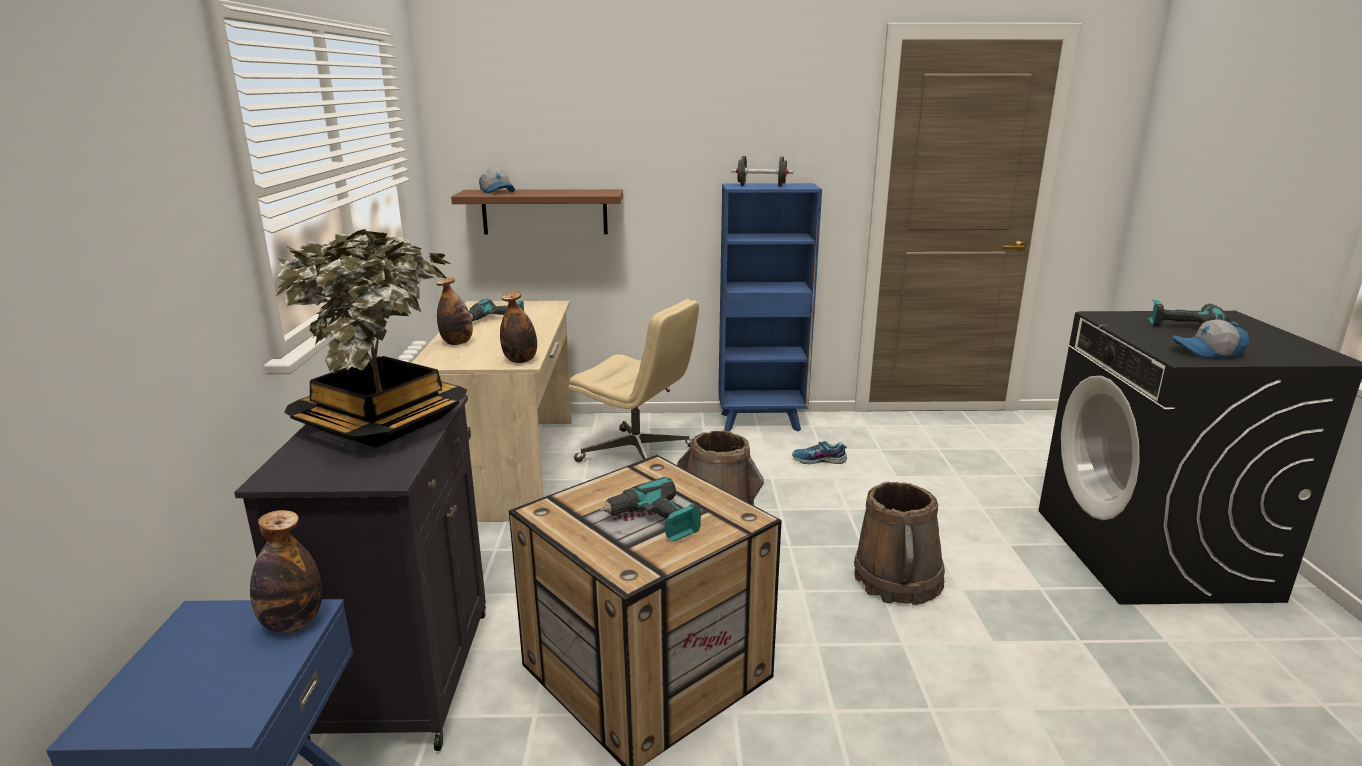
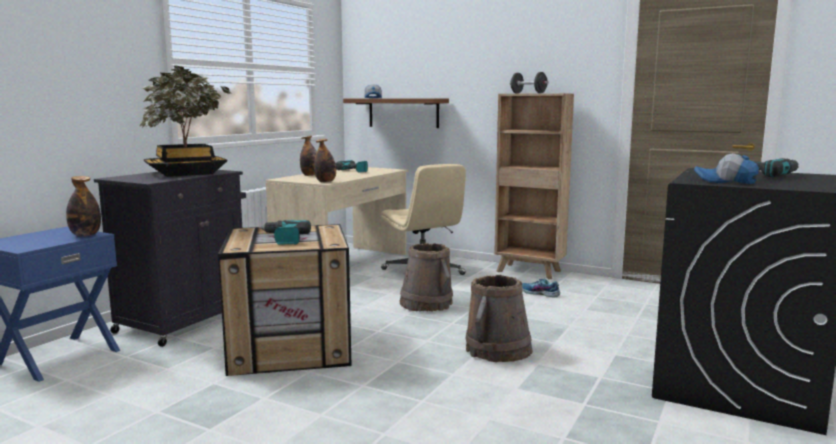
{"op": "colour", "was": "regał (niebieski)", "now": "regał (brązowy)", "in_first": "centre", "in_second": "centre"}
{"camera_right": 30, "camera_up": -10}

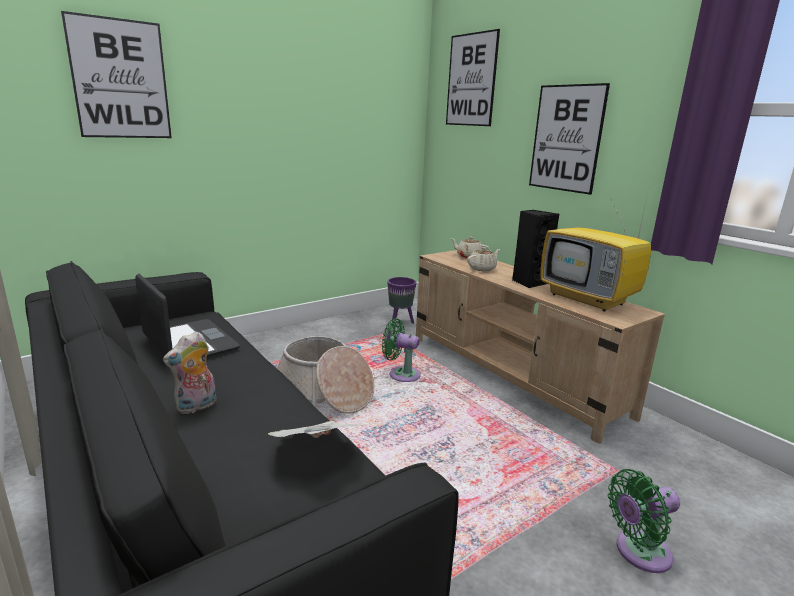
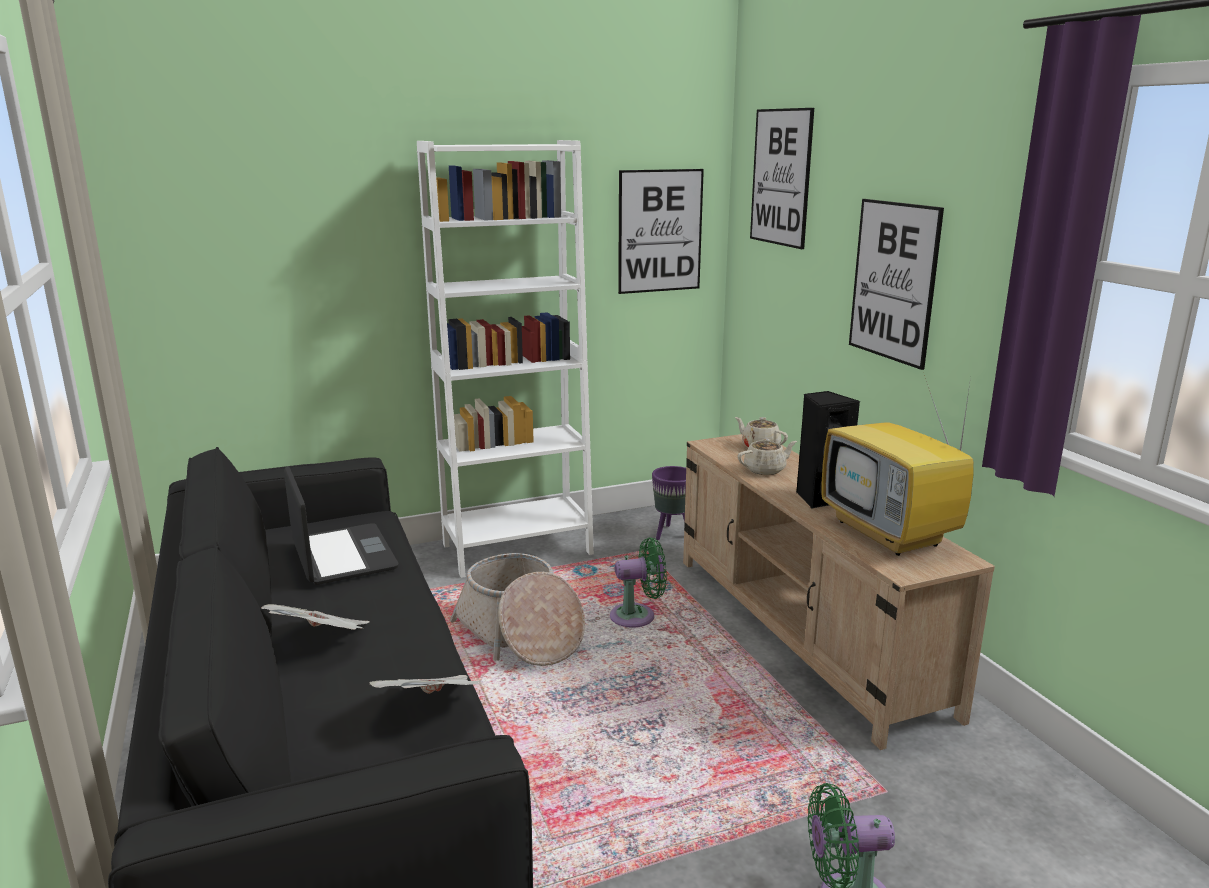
{"op": "relocated", "was": "obraz (no. 1 from left)", "in_first": "top left", "in_second": "top centre"}
{"op": "exchanged", "was": "pluszak", "now": "gazeta (no. 1 from left)", "in_first": "middle left", "in_second": "bottom left"}
{"op": "spun", "was": "wentylator (zielony) (no. 1 from left)", "in_first": "centre", "in_second": "centre", "clockwise": 135}
{"op": "appeared", "now": "regał (biały)", "in_second": "centre"}
{"camera_right": 15, "camera_up": 0}

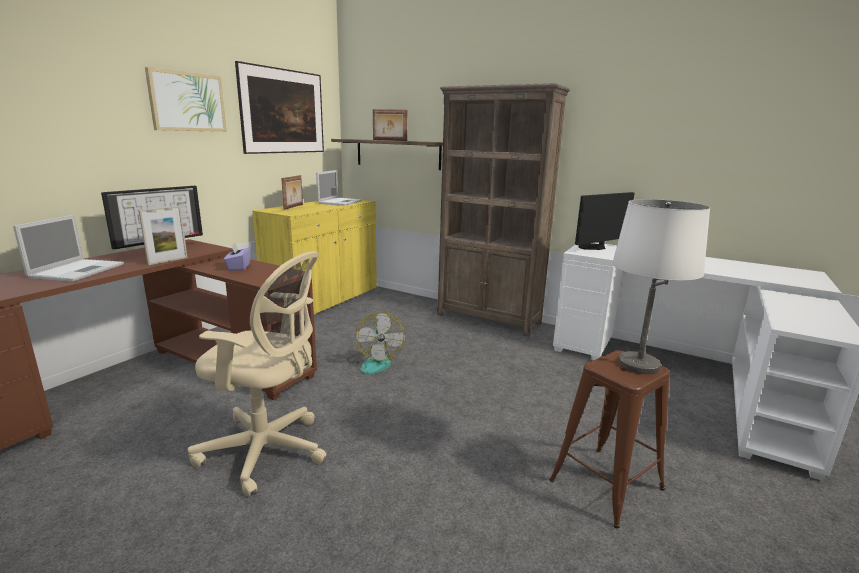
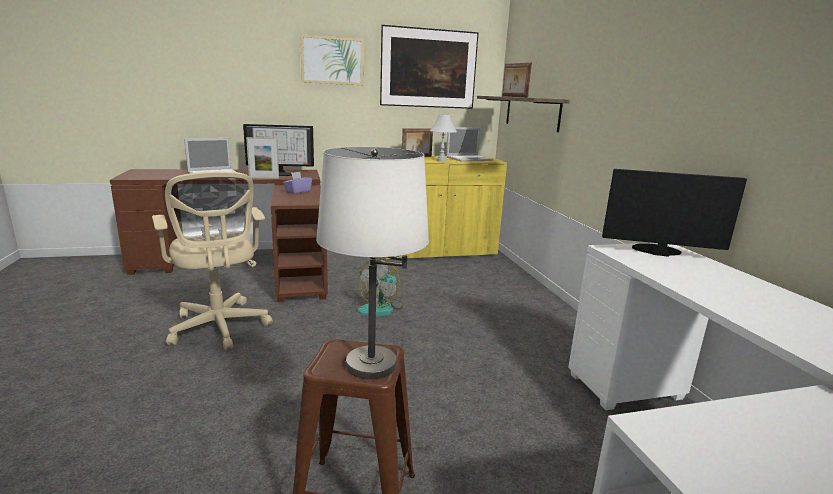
{"op": "missing", "was": "regał (brązowy)", "in_first": "centre"}
{"op": "appeared", "now": "lampa stołowa (biały) (no. 2 from left)", "in_second": "top centre"}
{"camera_right": 45, "camera_up": 0}

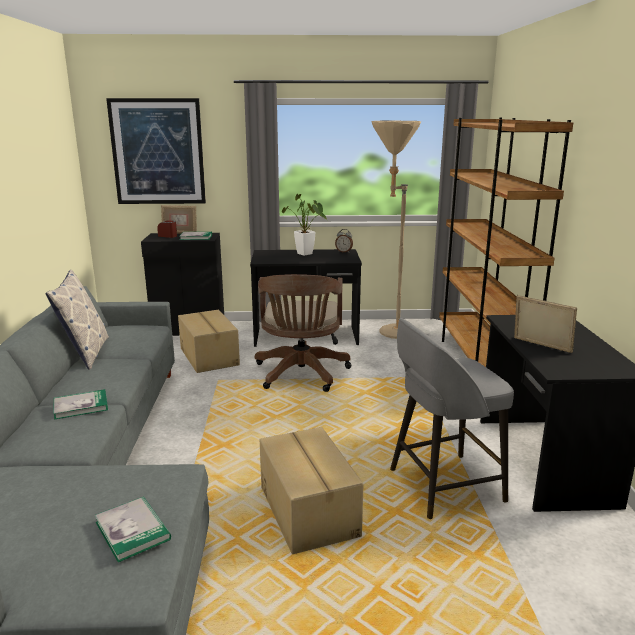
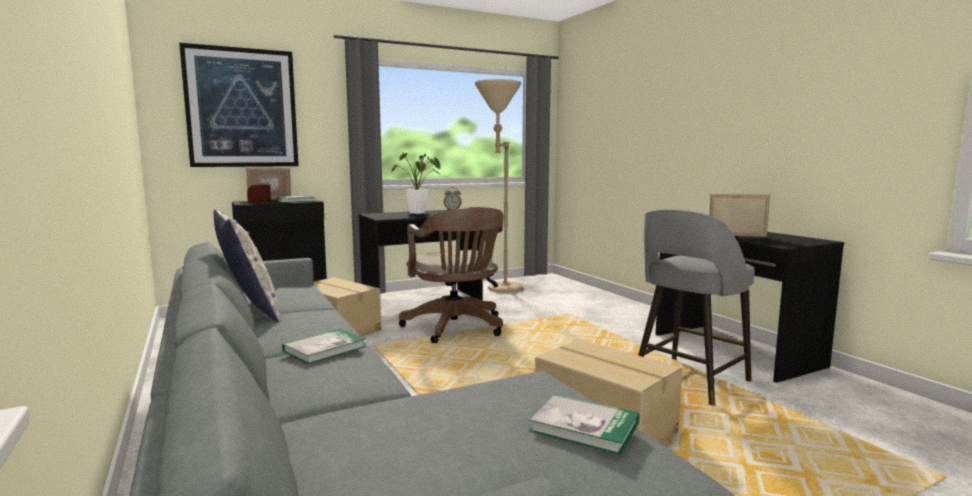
{"op": "missing", "was": "regał (brązowy)", "in_first": "middle right"}
{"camera_right": -25, "camera_up": -10}

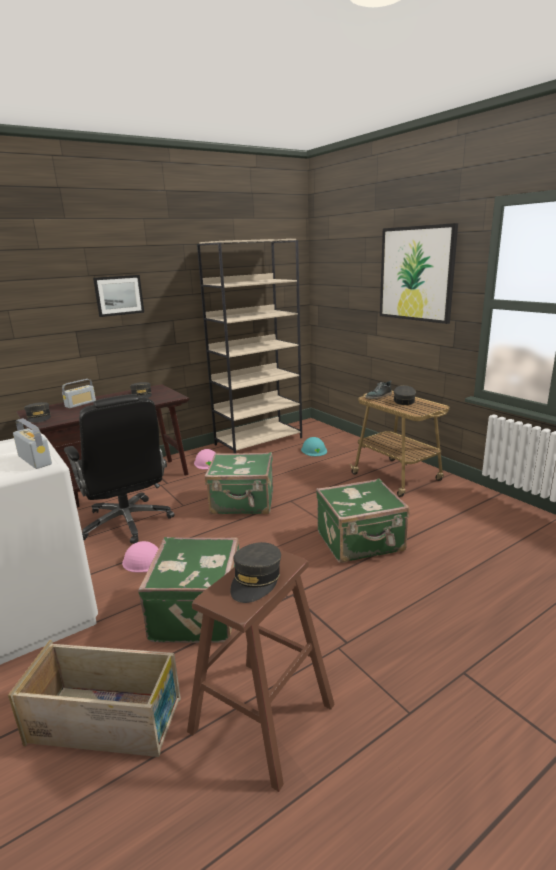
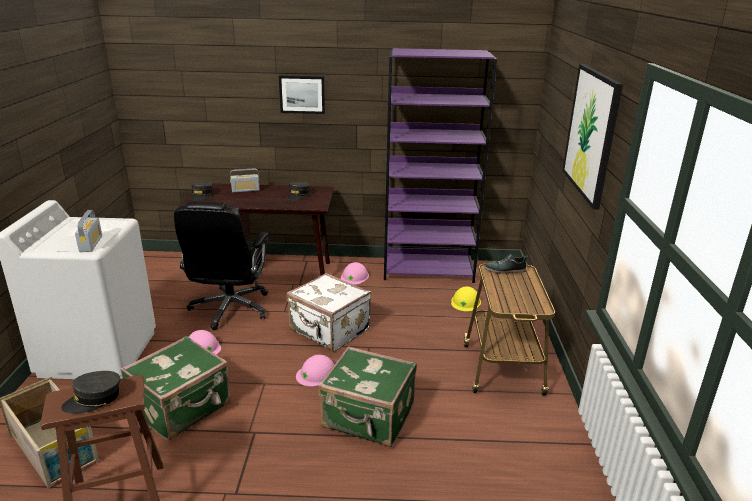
{"op": "colour", "was": "regał (beżowy)", "now": "regał (fioletowy)", "in_first": "centre", "in_second": "top centre"}
{"op": "colour", "was": "walizka (zielony) (no. 2 from left)", "now": "walizka (biały)", "in_first": "centre", "in_second": "centre"}
{"op": "colour", "was": "kask (turkusowy)", "now": "kask (żółty)", "in_first": "centre", "in_second": "centre"}
{"op": "missing", "was": "czapka z daszkiem (szary) (no. 4 from left)", "in_first": "middle right"}
{"op": "appeared", "now": "kask (różowy) (no. 2 from left)", "in_second": "bottom centre"}
{"camera_right": 35, "camera_up": 5}

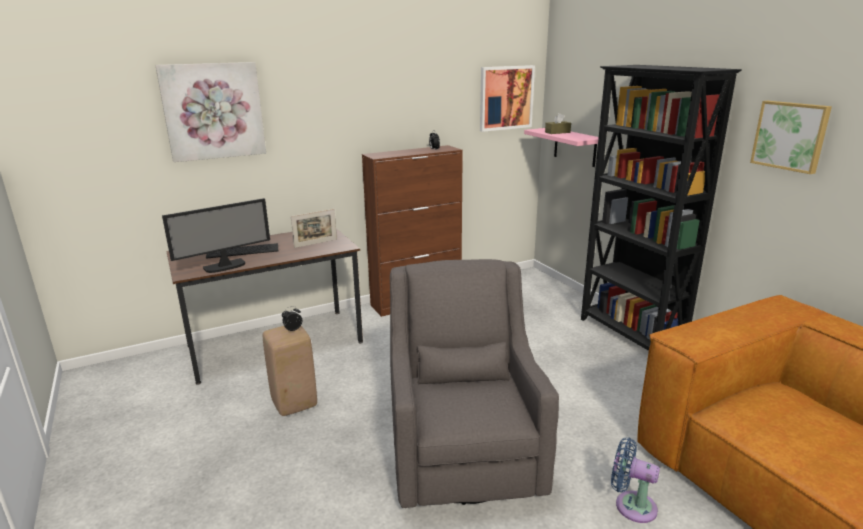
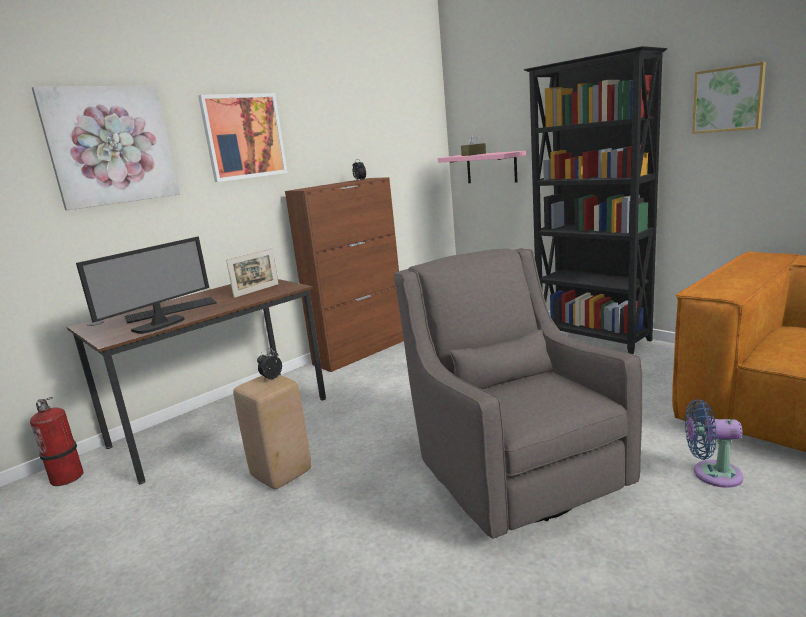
{"op": "relocated", "was": "obraz (no. 2 from left)", "in_first": "top centre", "in_second": "top left"}
{"op": "appeared", "now": "gaśnica", "in_second": "bottom left"}
{"camera_right": -15, "camera_up": -5}

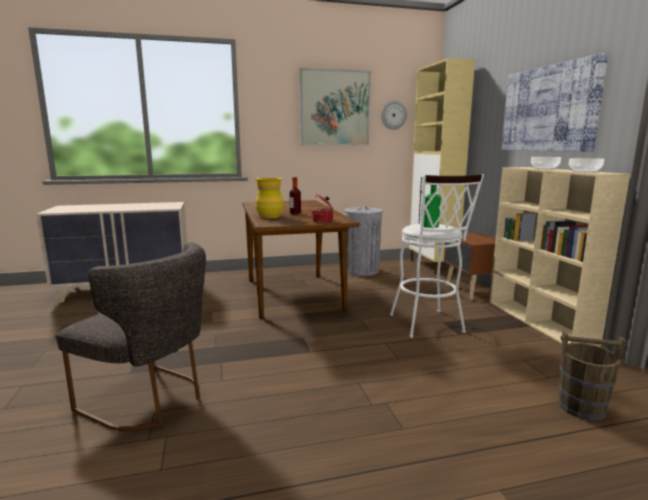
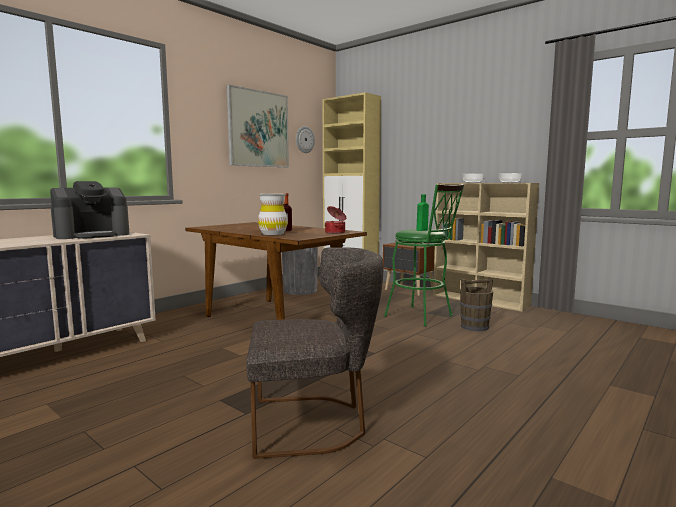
{"op": "colour", "was": "wazon (żółty)", "now": "wazon (biały)", "in_first": "centre", "in_second": "centre"}
{"op": "colour", "was": "stołek (biały)", "now": "stołek (zielony)", "in_first": "middle right", "in_second": "centre"}
{"op": "missing", "was": "obraz (no. 2 from left)", "in_first": "top right"}
{"op": "relocated", "was": "wiadro (brązowy)", "in_first": "bottom right", "in_second": "middle right"}
{"op": "appeared", "now": "ekspres do kawy", "in_second": "middle left"}
{"camera_right": -35, "camera_up": -5}

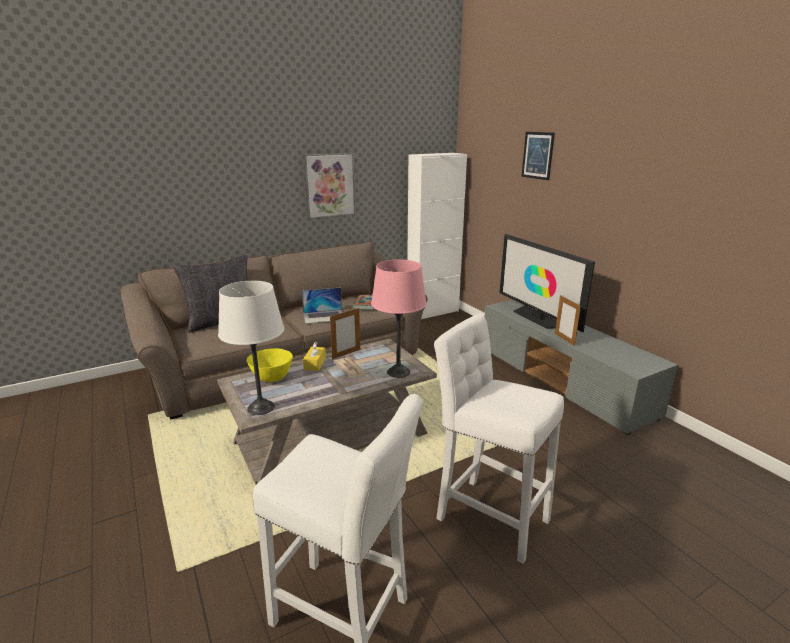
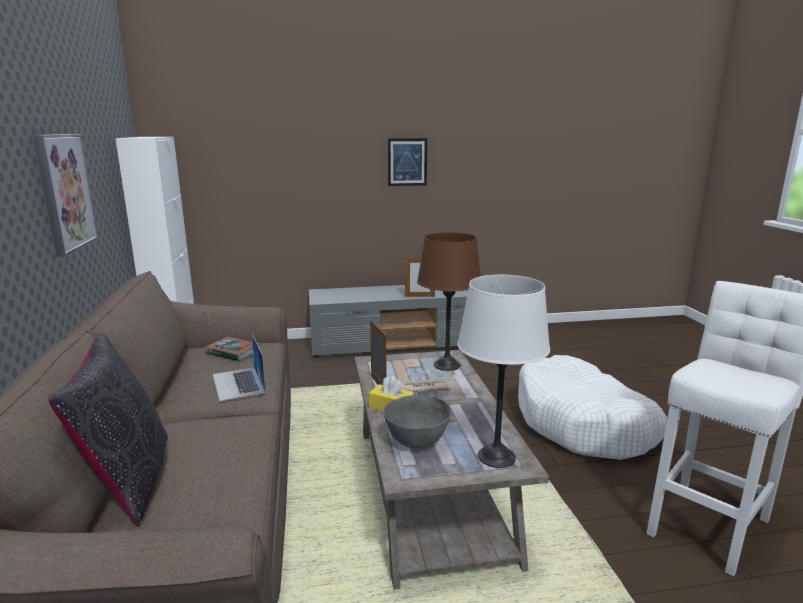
{"op": "colour", "was": "miska (żółty)", "now": "miska (szary)", "in_first": "centre", "in_second": "bottom centre"}
{"op": "spun", "was": "laptop", "in_first": "centre", "in_second": "middle left", "clockwise": 150}
{"op": "colour", "was": "lampa stołowa (różowy)", "now": "lampa stołowa (brązowy)", "in_first": "centre", "in_second": "centre"}
{"op": "exchanged", "was": "stołek (biały) (no. 2 from left)", "now": "legowisko (biały)", "in_first": "bottom centre", "in_second": "bottom right"}
{"op": "missing", "was": "telewizor", "in_first": "middle right"}
{"op": "relocated", "was": "obraz (no. 2 from left)", "in_first": "top right", "in_second": "top centre"}
{"camera_right": -70, "camera_up": -5}

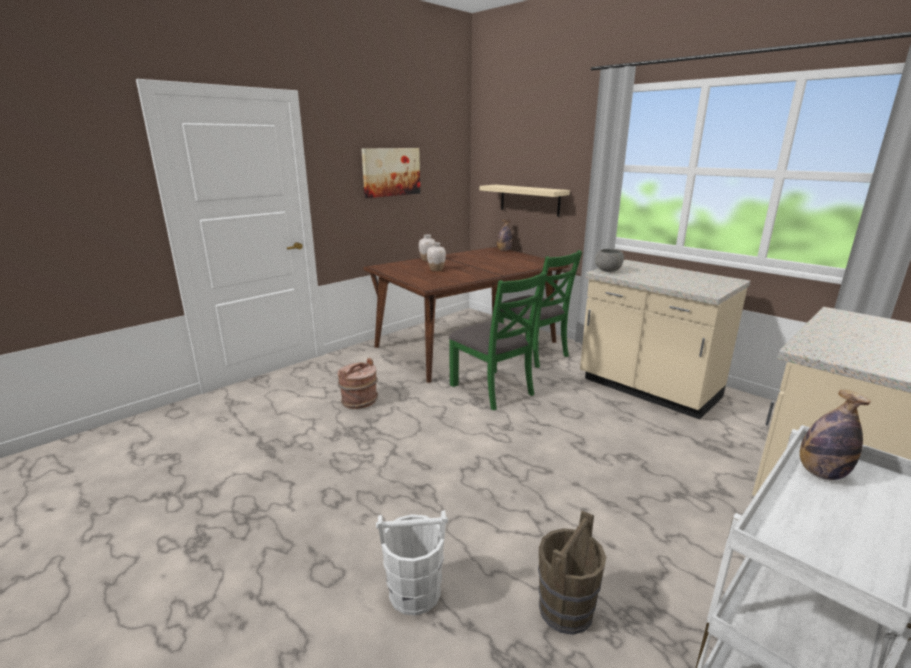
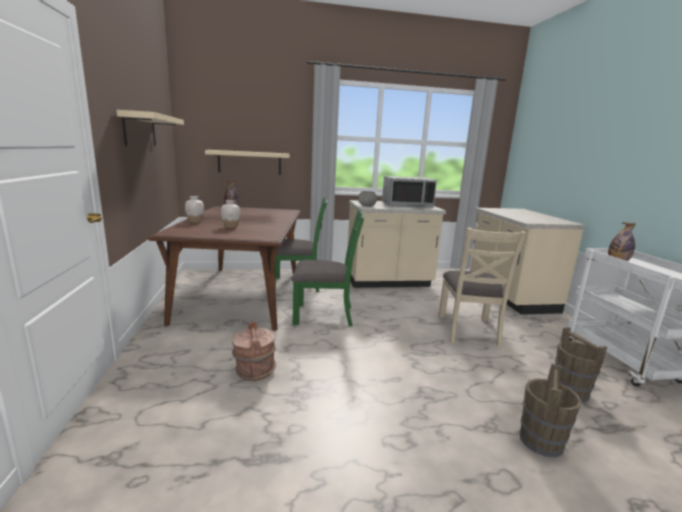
{"op": "exchanged", "was": "obraz", "now": "półka (beżowy) (no. 1 from left)", "in_first": "top centre", "in_second": "top left"}
{"op": "colour", "was": "wiadro (biały)", "now": "wiadro (brązowy) (no. 2 from left)", "in_first": "bottom centre", "in_second": "bottom right"}
{"op": "appeared", "now": "mikrofalówka (szary)", "in_second": "centre"}
{"op": "appeared", "now": "krzesło (beżowy)", "in_second": "middle right"}
{"camera_right": -55, "camera_up": -5}

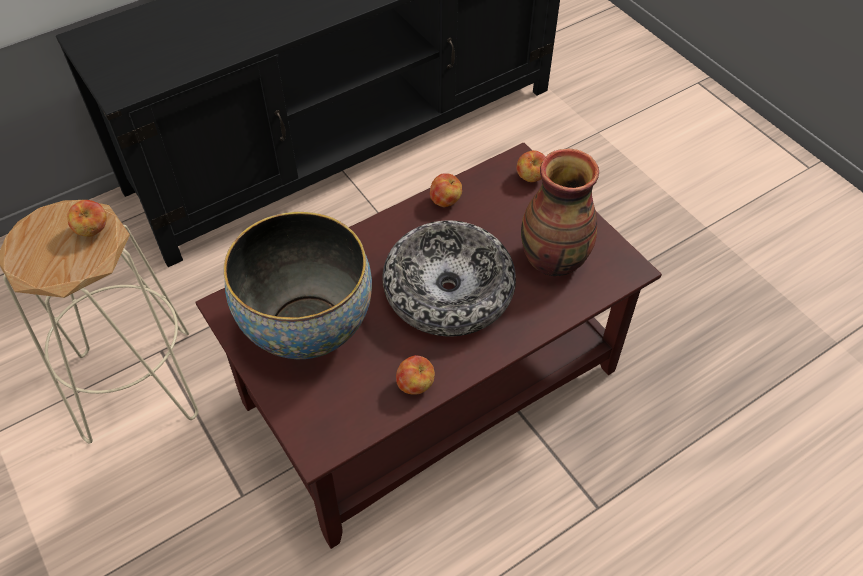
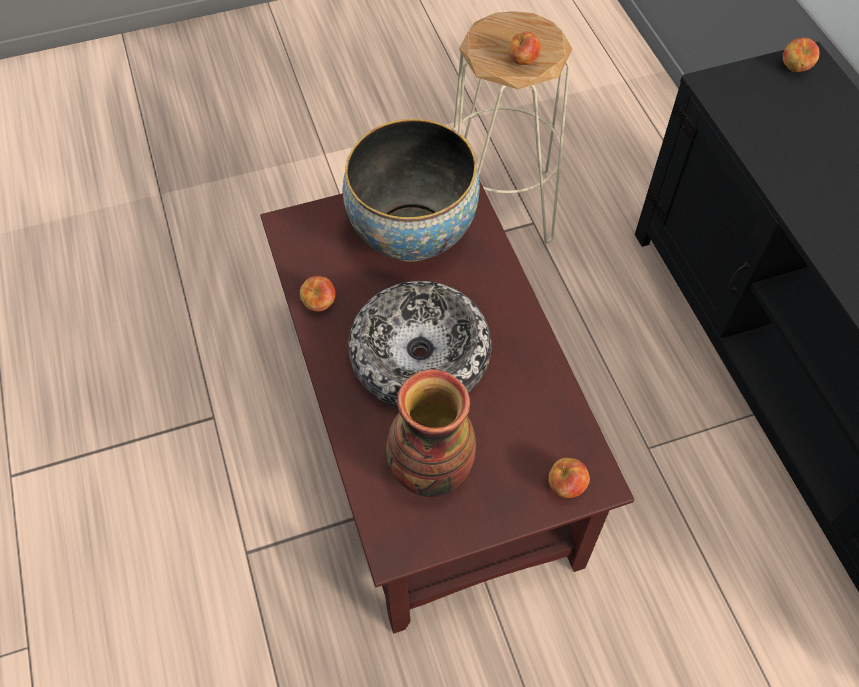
{"op": "relocated", "was": "jabłko (no. 3 from left in the first image)", "now": "jabłko (no. 4 from left)", "in_first": "top centre", "in_second": "top right"}
{"camera_right": 105, "camera_up": 5}

